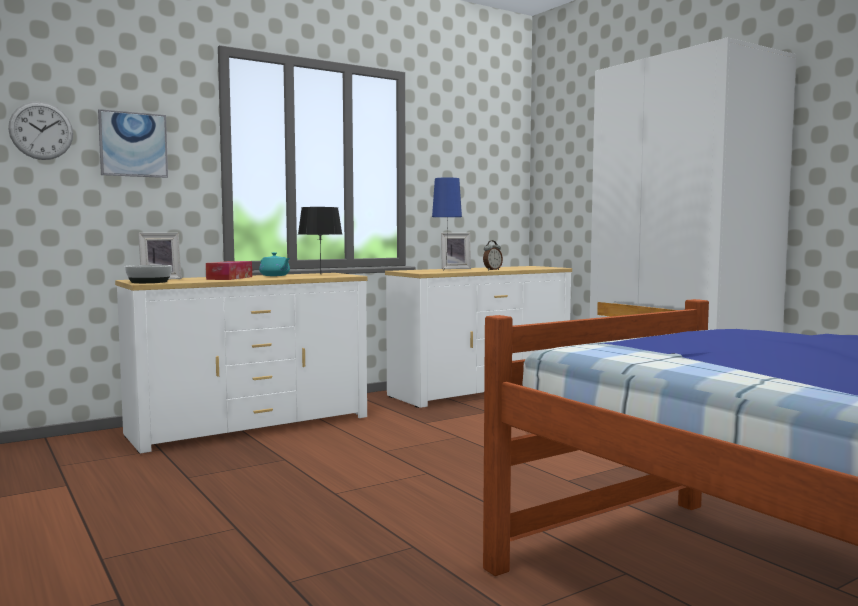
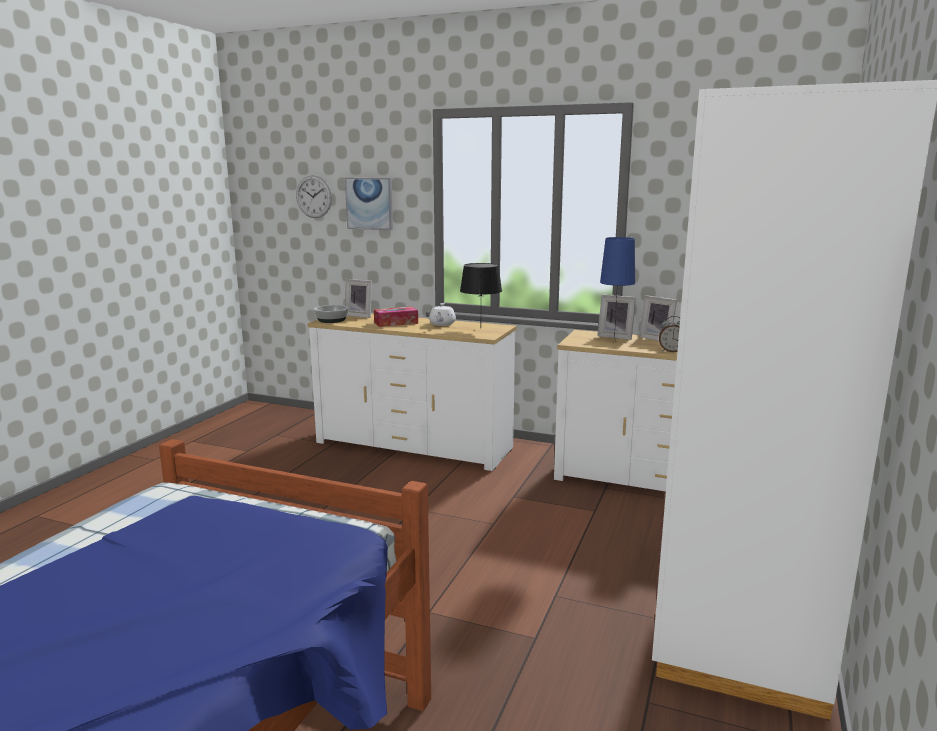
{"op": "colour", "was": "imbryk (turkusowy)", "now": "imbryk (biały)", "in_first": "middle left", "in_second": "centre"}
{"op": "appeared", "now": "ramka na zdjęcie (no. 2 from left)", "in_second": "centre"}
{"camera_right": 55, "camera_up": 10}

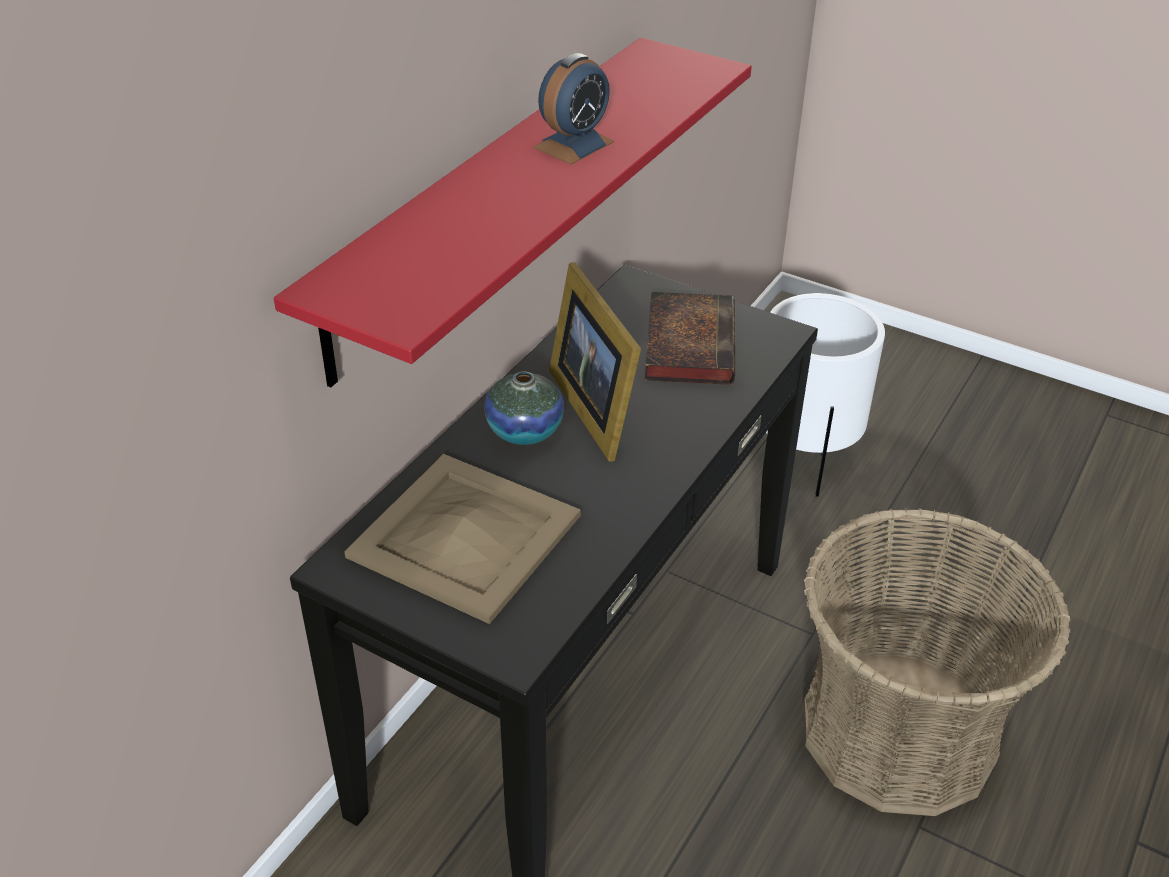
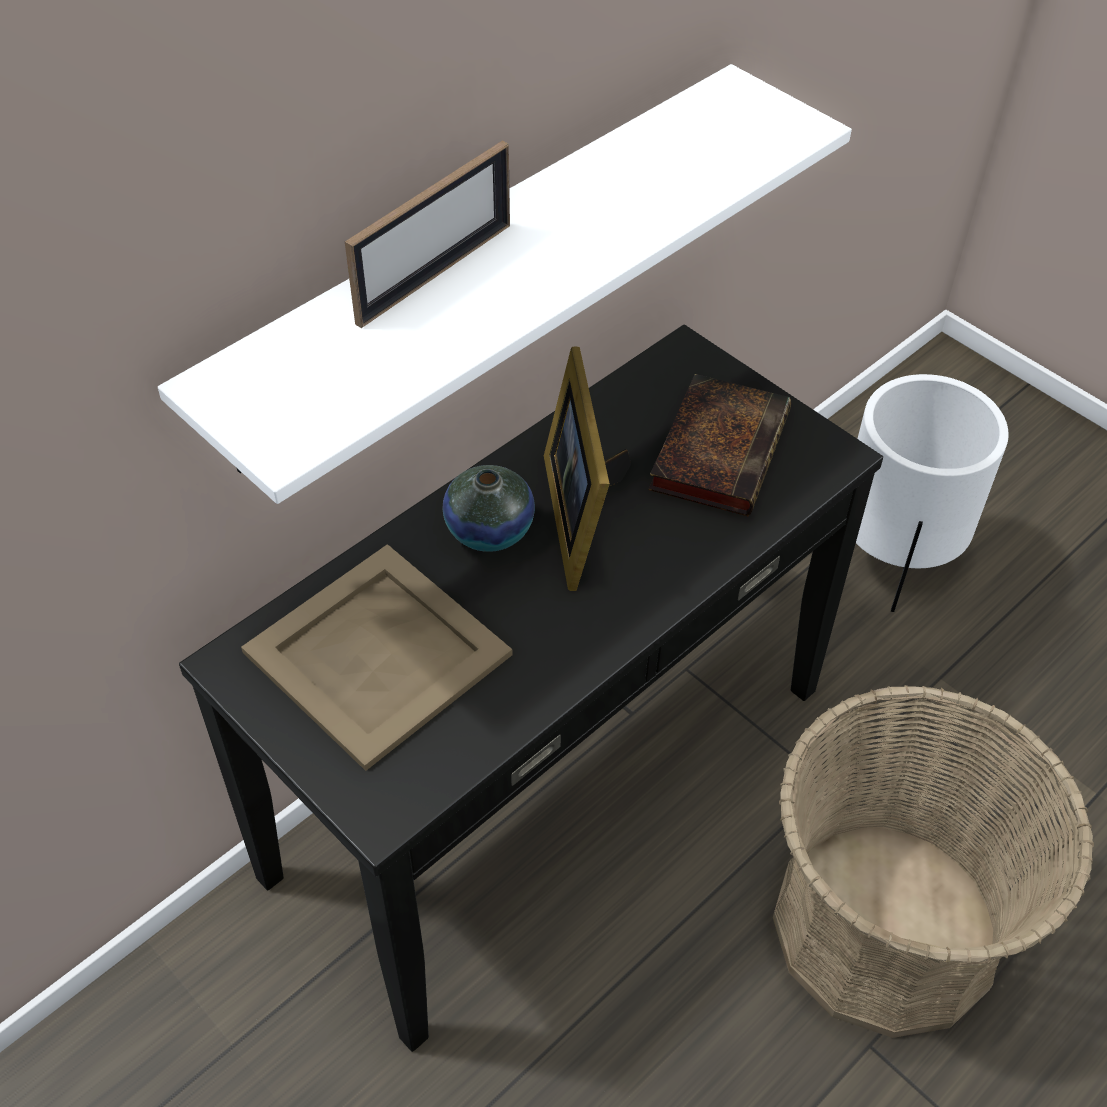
{"op": "colour", "was": "półka (czerwony)", "now": "półka (biały)", "in_first": "top centre", "in_second": "top centre"}
{"op": "missing", "was": "budzik", "in_first": "top centre"}
{"op": "appeared", "now": "ramka na zdjęcie (no. 1 from left)", "in_second": "top centre"}
{"camera_right": 15, "camera_up": 10}

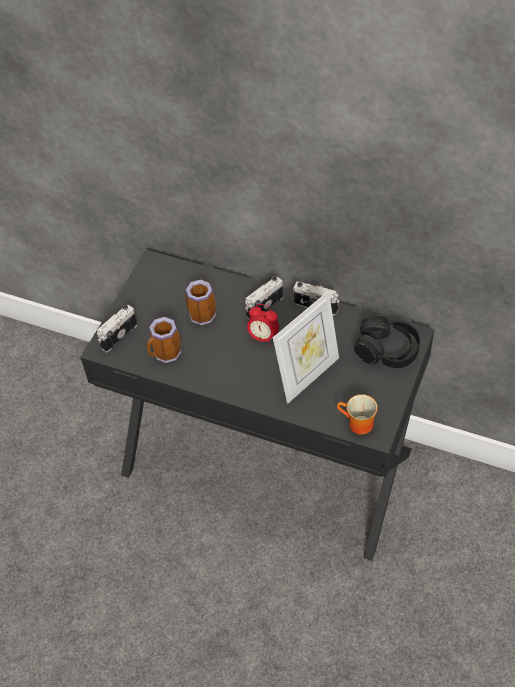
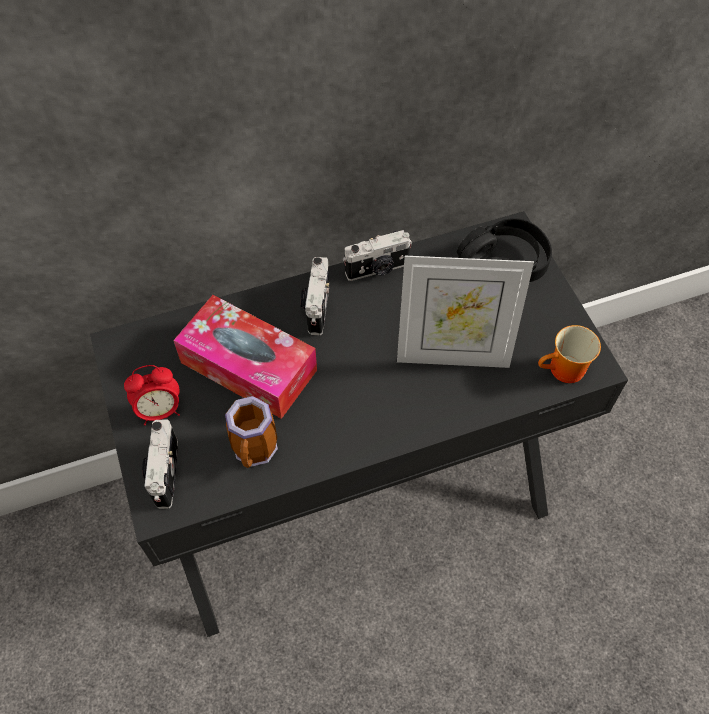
{"op": "exchanged", "was": "kubek (no. 2 from left)", "now": "pudełko chusteczek", "in_first": "centre", "in_second": "centre"}
{"op": "relocated", "was": "budzik", "in_first": "centre", "in_second": "middle left"}
{"op": "spun", "was": "ramka na zdjęcie", "in_first": "centre", "in_second": "centre", "clockwise": 90}
{"camera_right": -45, "camera_up": 5}

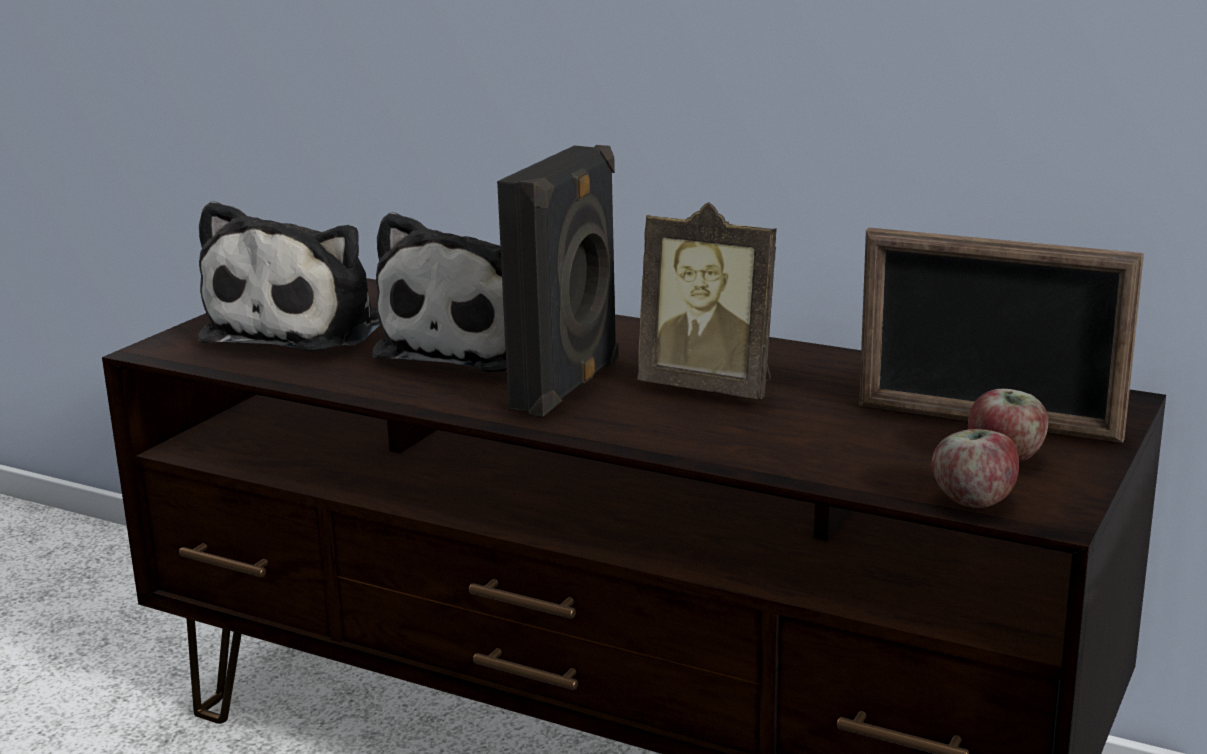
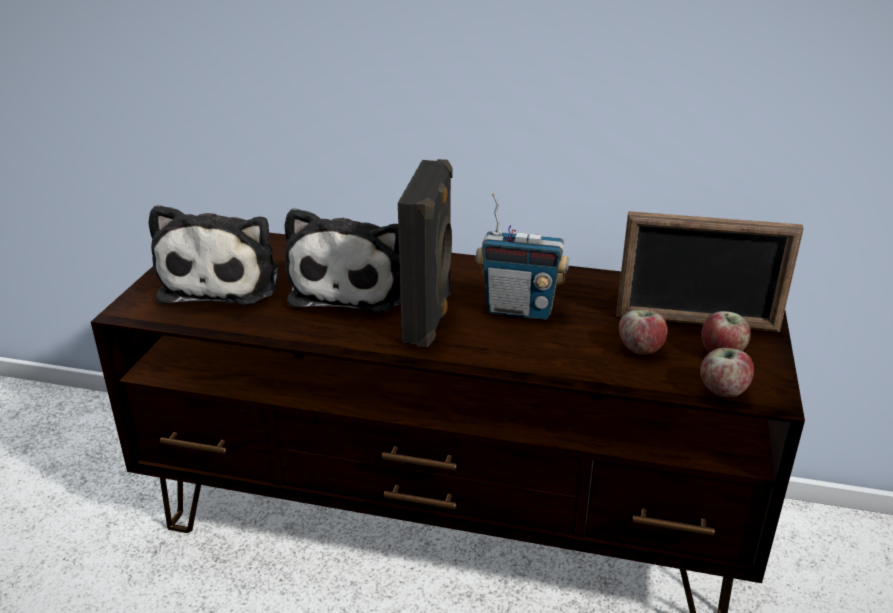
{"op": "exchanged", "was": "ramka na zdjęcie (no. 1 from left)", "now": "radio", "in_first": "centre", "in_second": "centre"}
{"op": "appeared", "now": "jabłko (no. 1 from left)", "in_second": "middle right"}
{"camera_right": -15, "camera_up": 10}

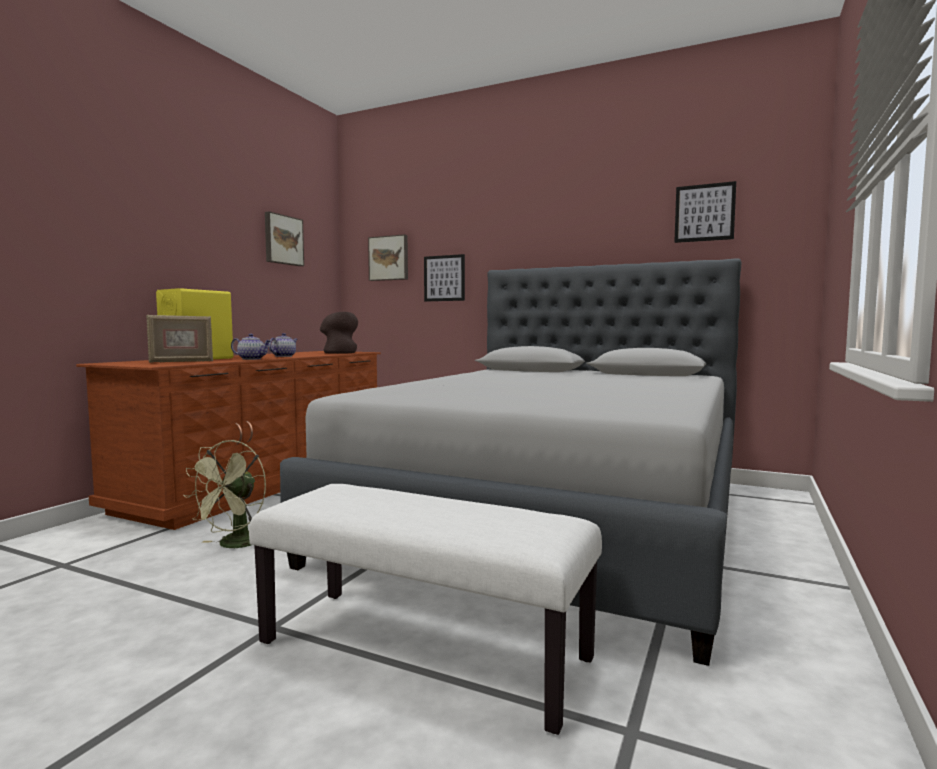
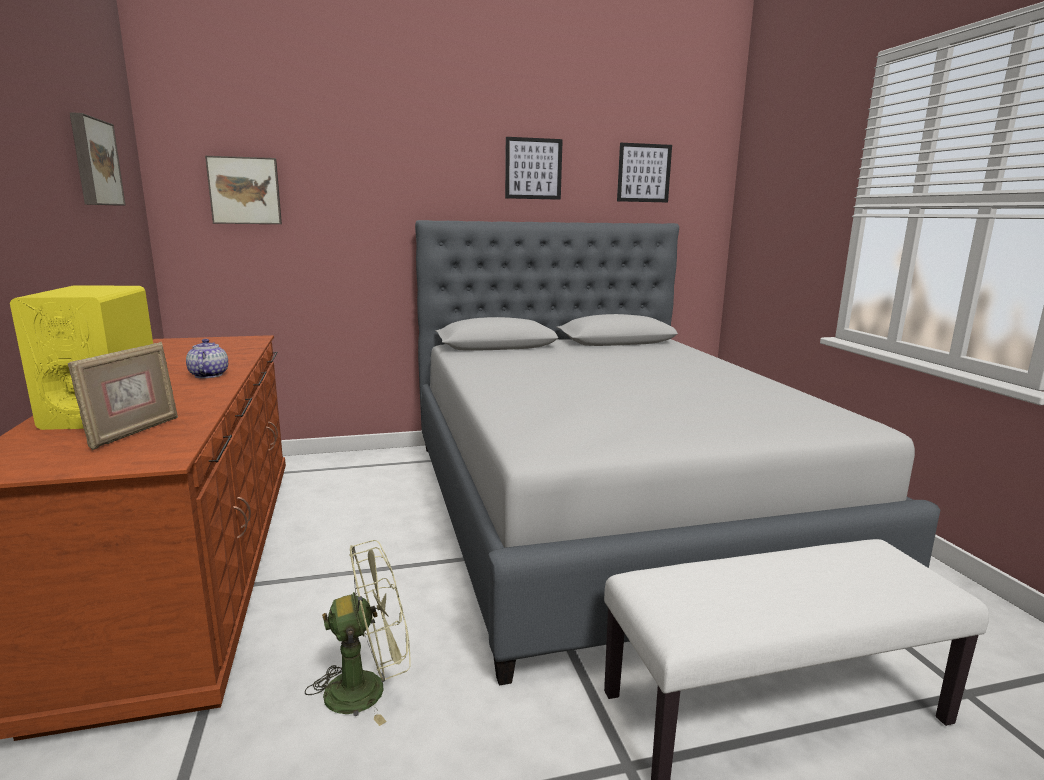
{"op": "spun", "was": "wentylator (zielony)", "in_first": "middle left", "in_second": "bottom centre", "clockwise": -90}
{"op": "missing", "was": "imbryk (no. 1 from left)", "in_first": "middle left"}
{"op": "missing", "was": "wazon (brązowy)", "in_first": "centre"}
{"op": "relocated", "was": "obraz (no. 3 from left)", "in_first": "centre", "in_second": "top centre"}
{"camera_right": -40, "camera_up": 10}

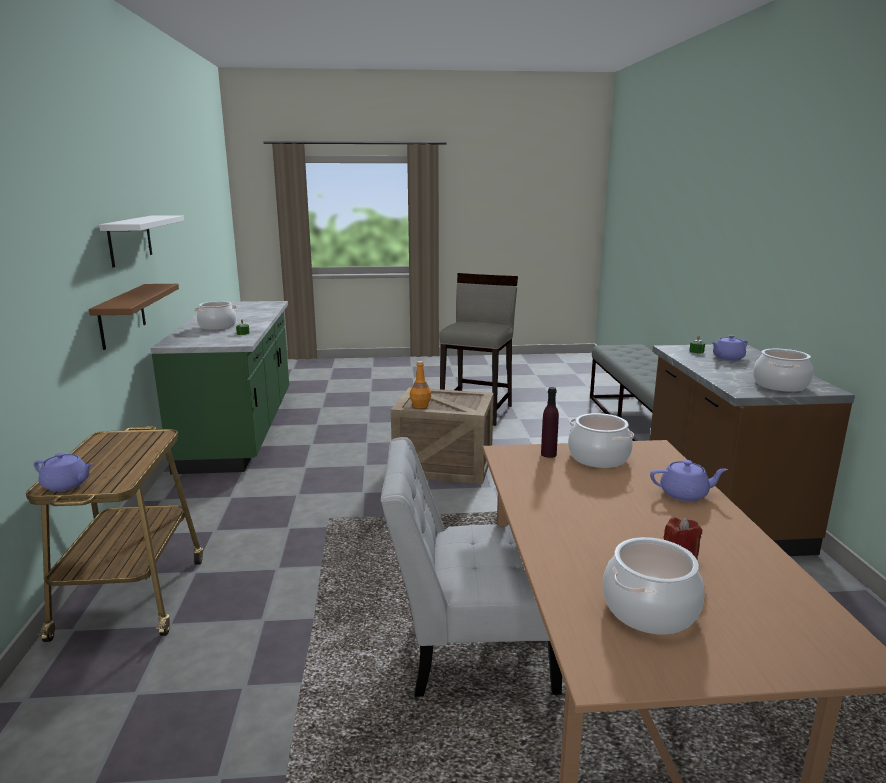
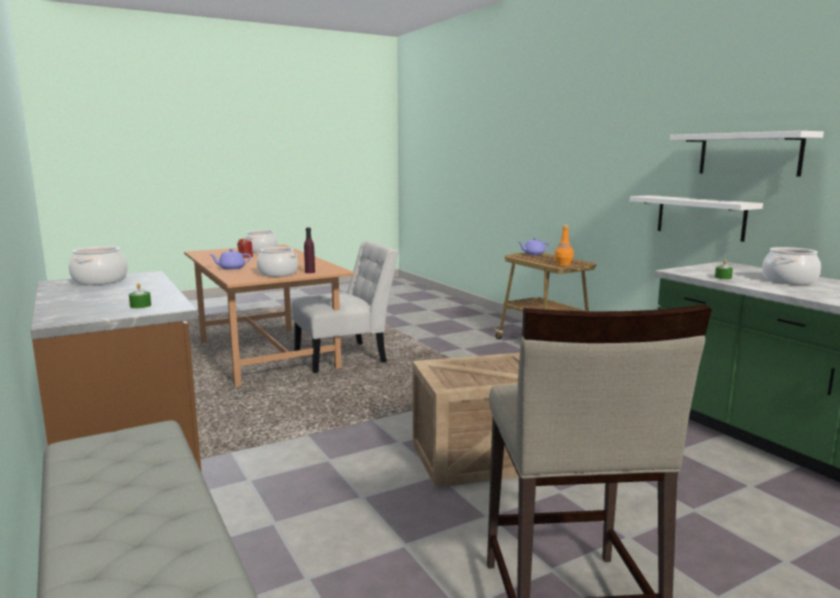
{"op": "colour", "was": "półka (brązowy)", "now": "półka (biały) (no. 1 from left)", "in_first": "middle left", "in_second": "middle right"}
{"op": "relocated", "was": "butelka (pomarańczowy)", "in_first": "centre", "in_second": "middle right"}
{"op": "missing", "was": "imbryk (fioletowy) (no. 3 from left)", "in_first": "middle right"}
{"camera_right": 155, "camera_up": -5}

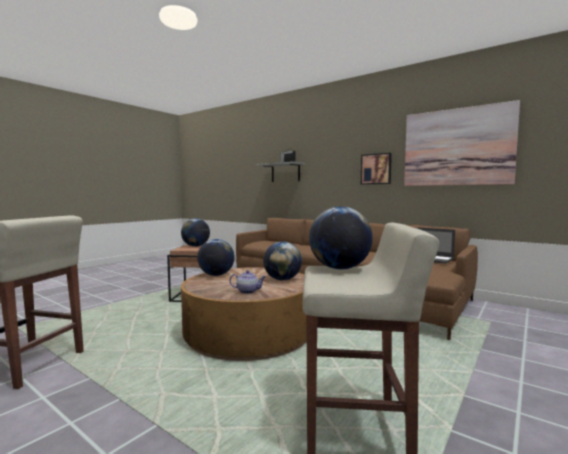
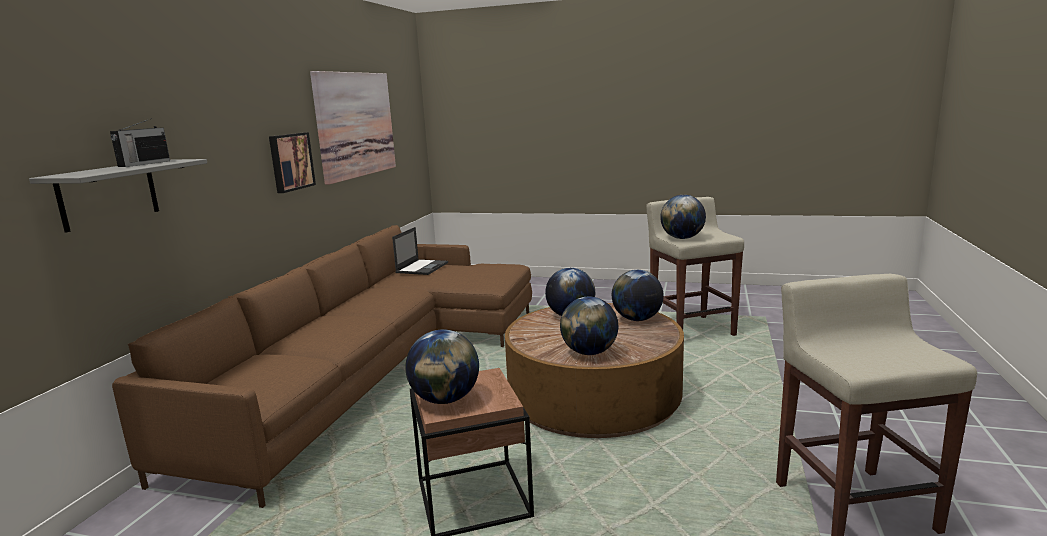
{"op": "exchanged", "was": "imbryk", "now": "globus (no. 4 from left)", "in_first": "centre", "in_second": "centre"}
{"camera_right": -110, "camera_up": 10}

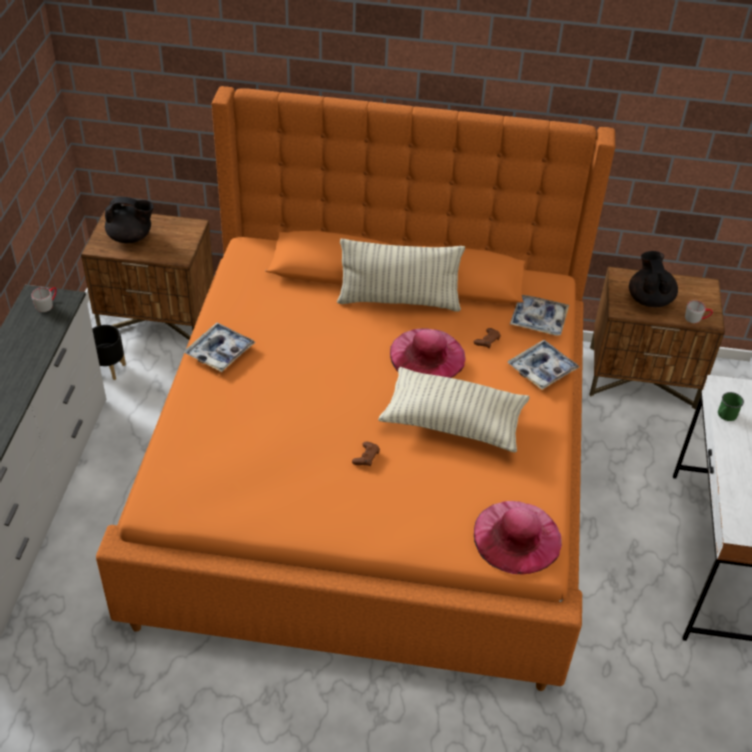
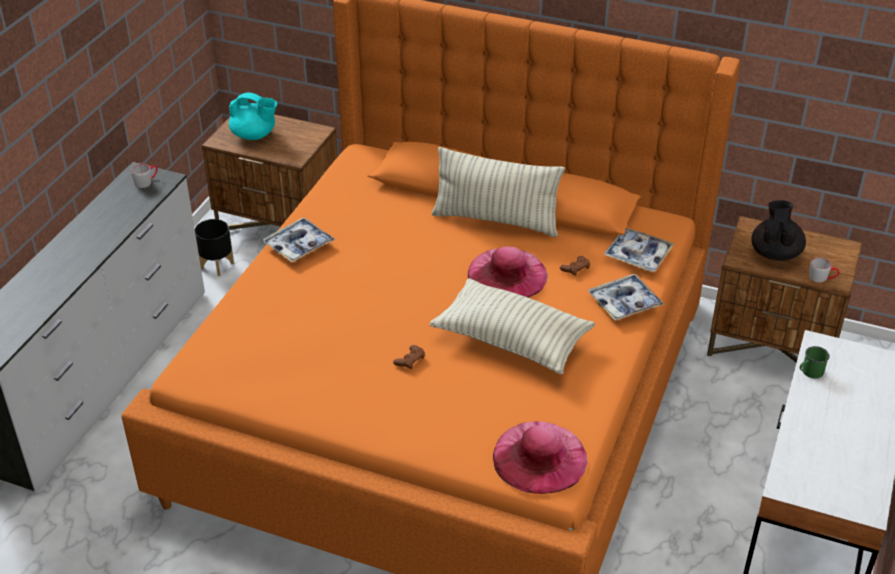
{"op": "colour", "was": "imbryk (czarny) (no. 1 from left)", "now": "imbryk (turkusowy)", "in_first": "top left", "in_second": "top left"}
{"camera_right": 15, "camera_up": -5}

